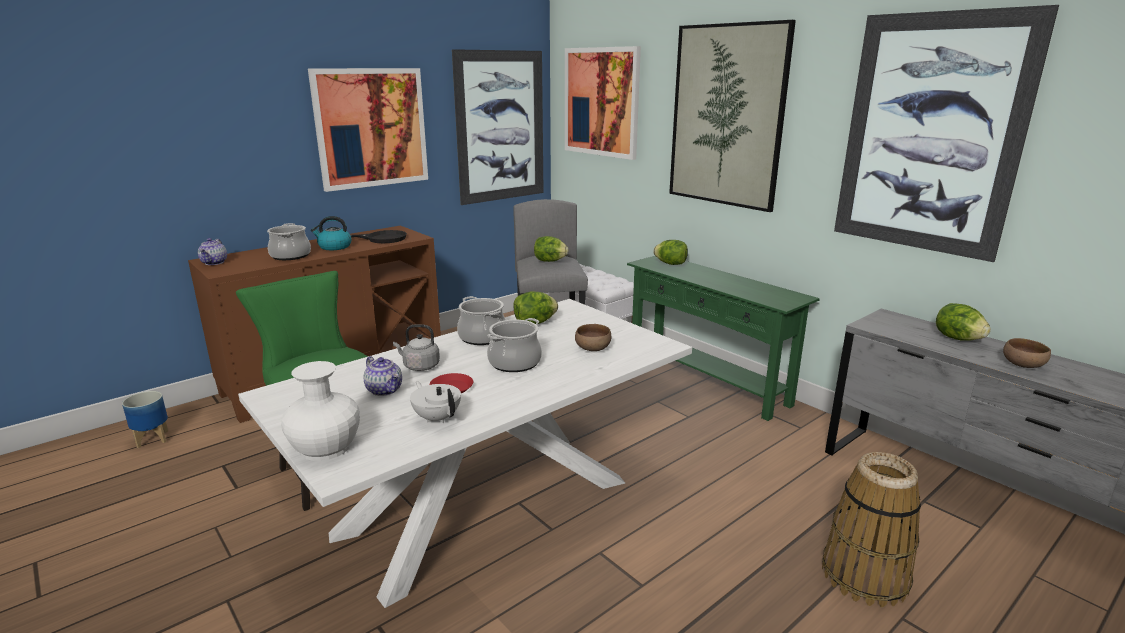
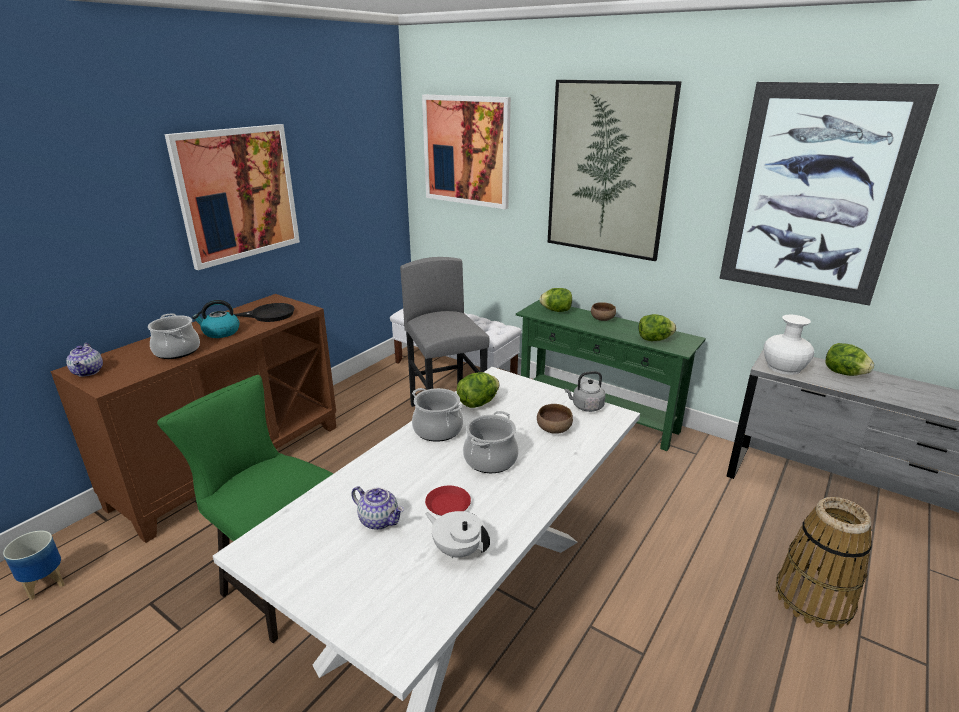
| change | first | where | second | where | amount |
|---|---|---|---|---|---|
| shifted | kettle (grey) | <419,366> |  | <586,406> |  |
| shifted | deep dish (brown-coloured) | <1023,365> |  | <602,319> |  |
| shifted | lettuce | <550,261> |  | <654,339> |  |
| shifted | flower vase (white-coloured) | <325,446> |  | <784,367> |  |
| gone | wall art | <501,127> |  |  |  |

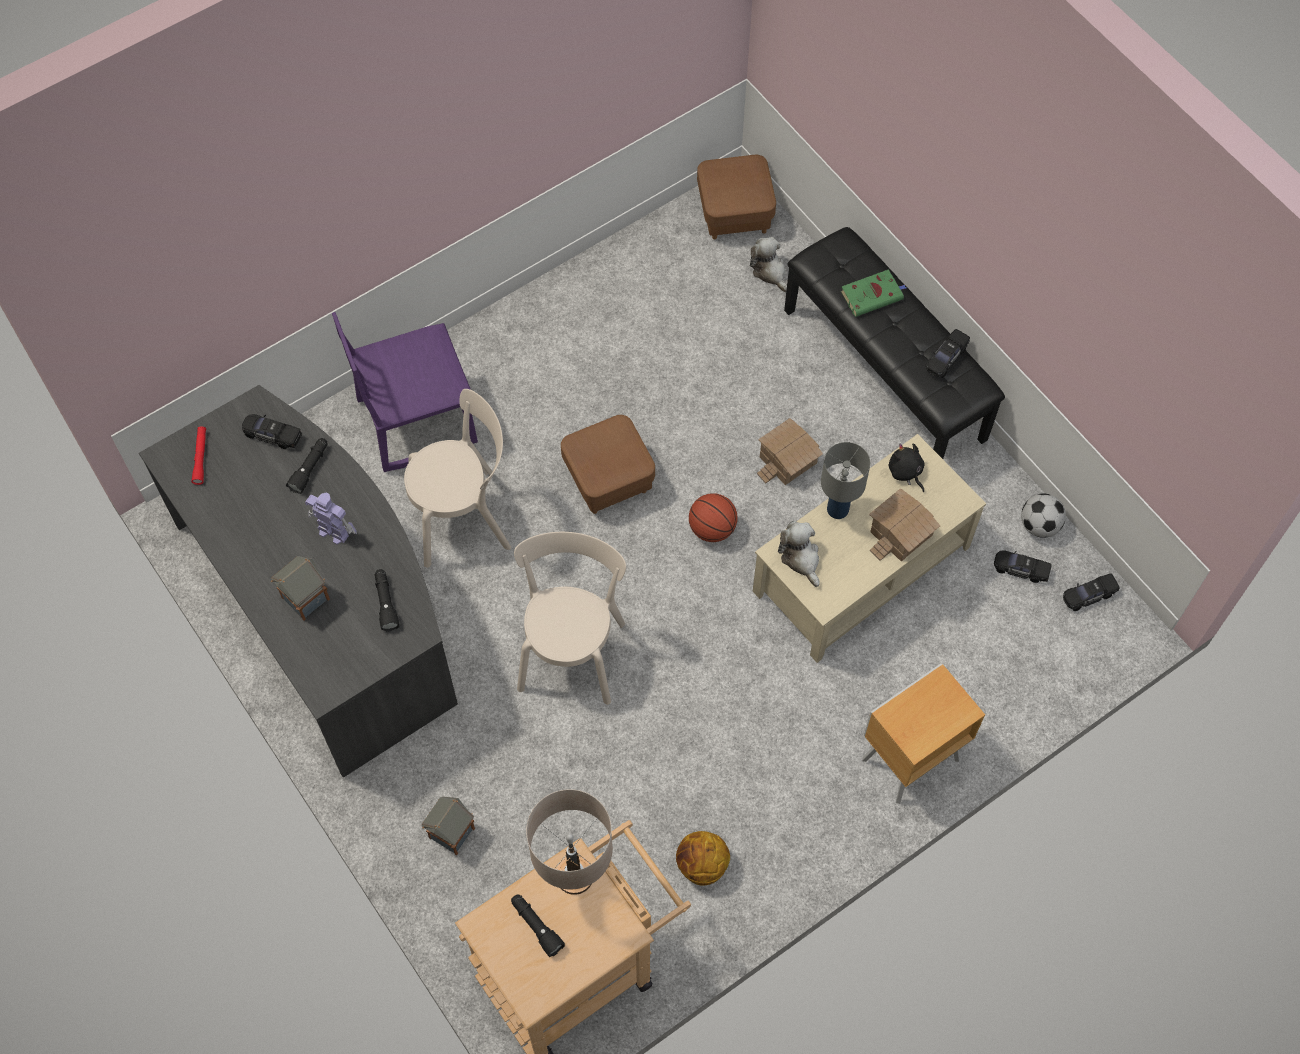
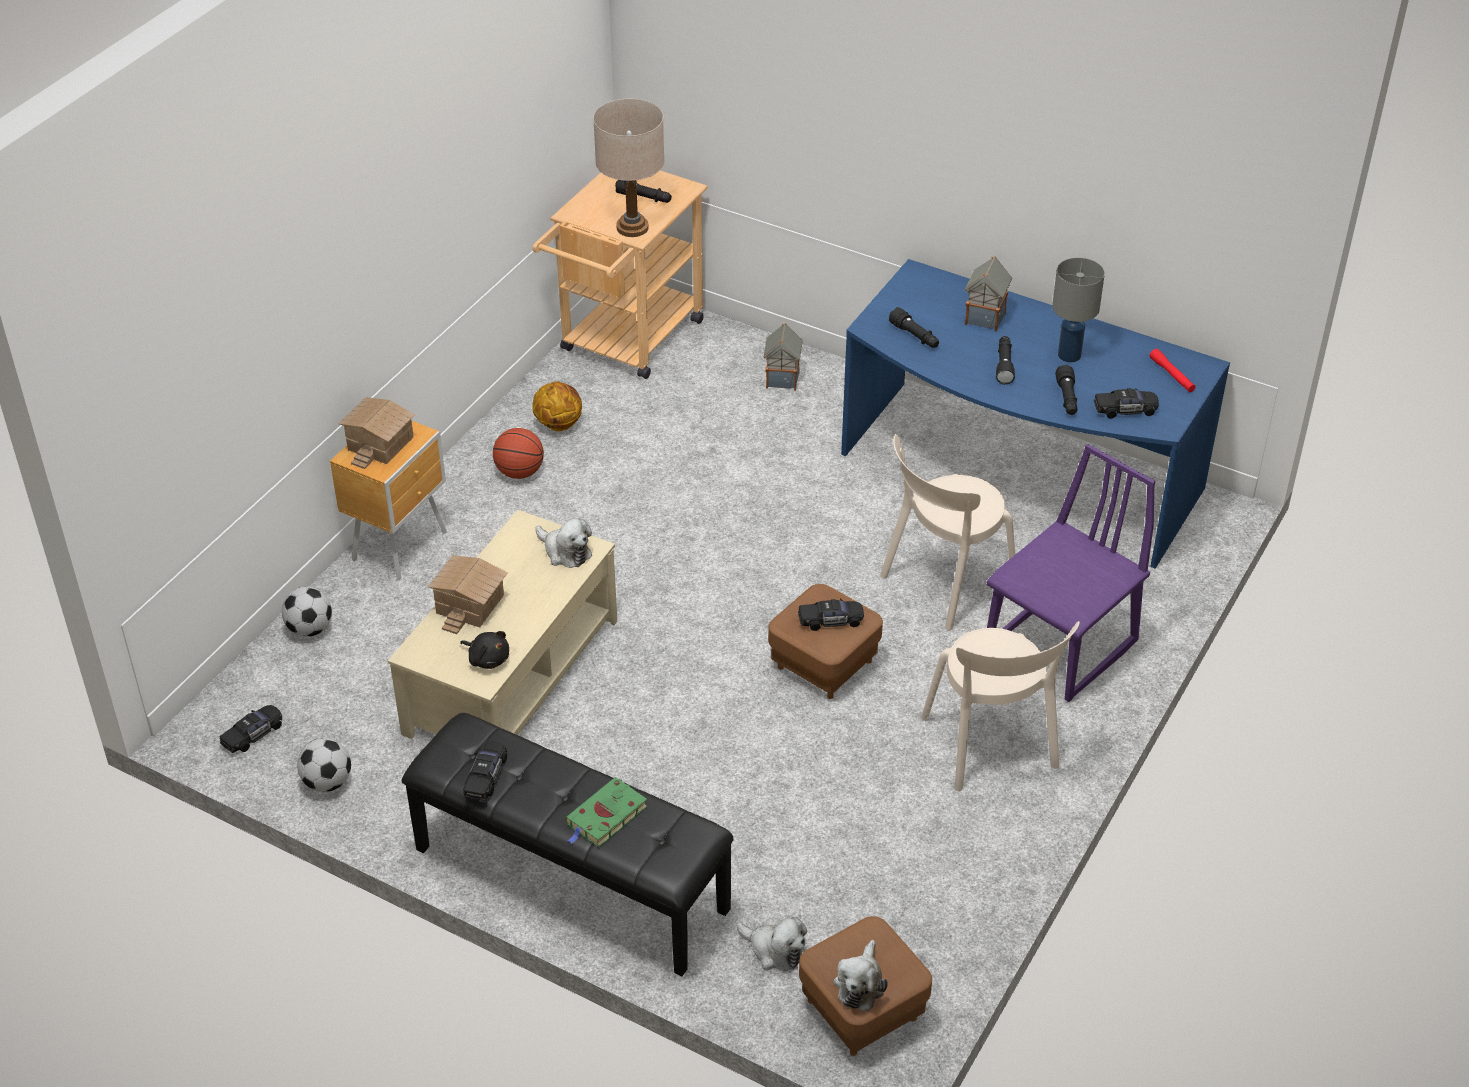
| change | first | where | second | where | amount |
|---|---|---|---|---|---|
| new |  |  | football | <309,629> |  |
| shifted | toy house | <787,459> |  | <382,444> |  |
| shifted | basketball ball | <712,528> |  | <519,472> |  |
| shifted | miniature car (blackish) | <1020,569> |  | <831,621> |  |
| new |  |  | soft toy | <860,984> |  |
| repainted | desk table (grey) | <323,608> | desk table (blue) | <1017,477> |  |
| shifted | plain chair (beige-coloured) | <572,650> |  | <991,747> |  |
| swapped | robot figure | <333,531> | hand torch (blackish) | <1004,365> |  |
| shifted | lamp for a table (grey) | <837,509> |  | <1069,355> |  |

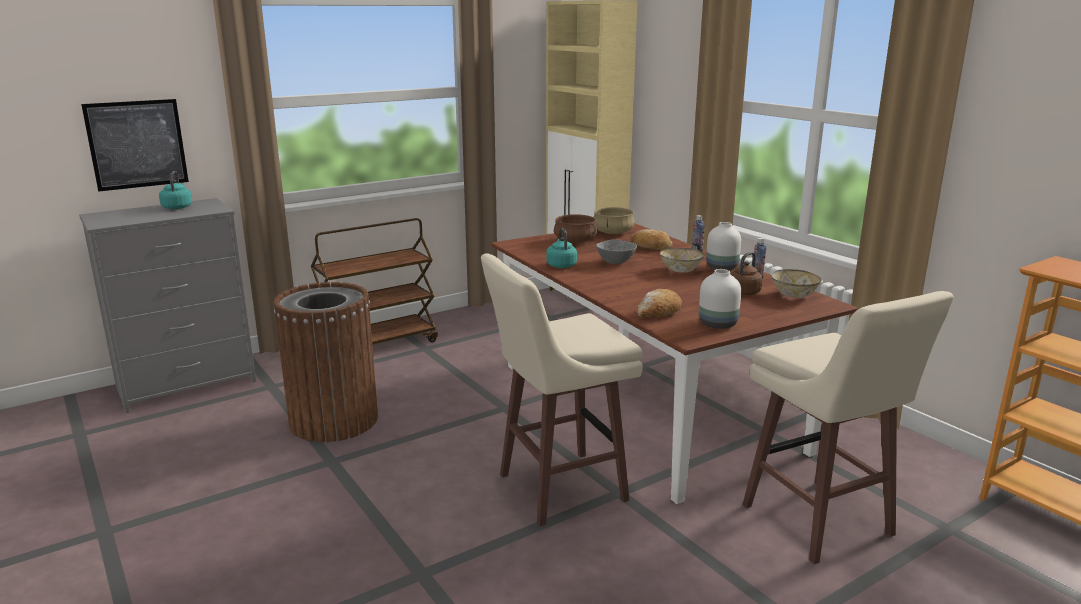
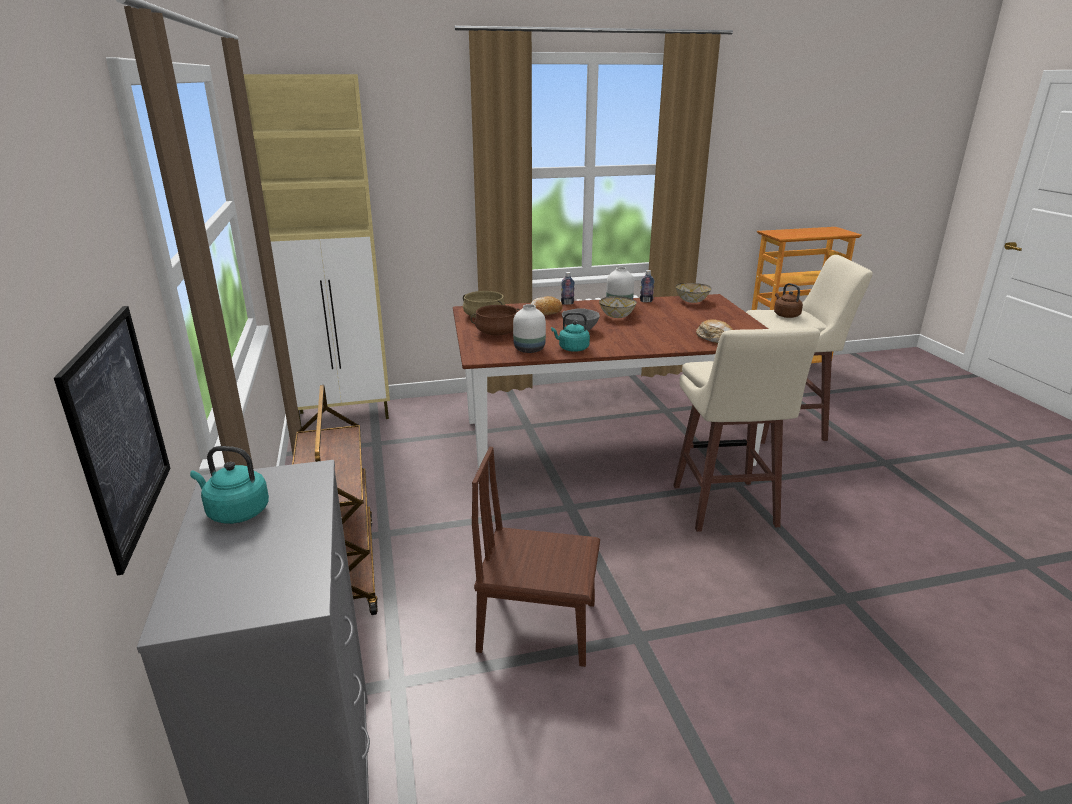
| change | first | where | second | where | amount |
|---|---|---|---|---|---|
| swapped | rubbish bin (brown-coloured) | <334,420> | plain chair (brown-coloured) | <538,627> |  |
| shifted | flower vase (white-coloured) | <716,324> |  | <528,349> |  |
| shifted | kettle (brown-coloured) | <744,292> |  | <785,315> |  |

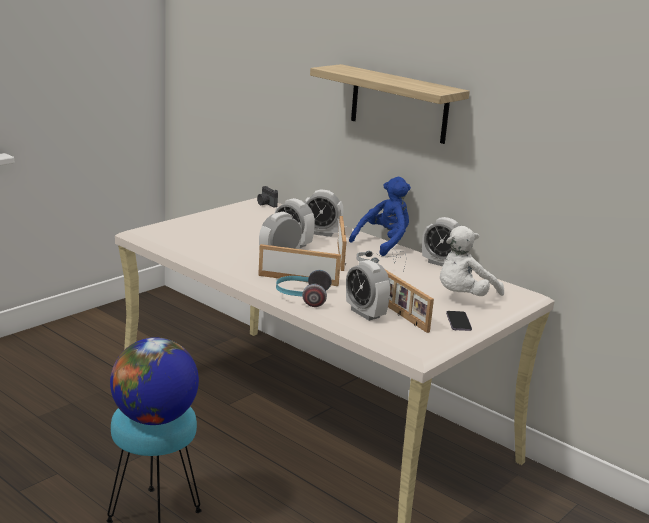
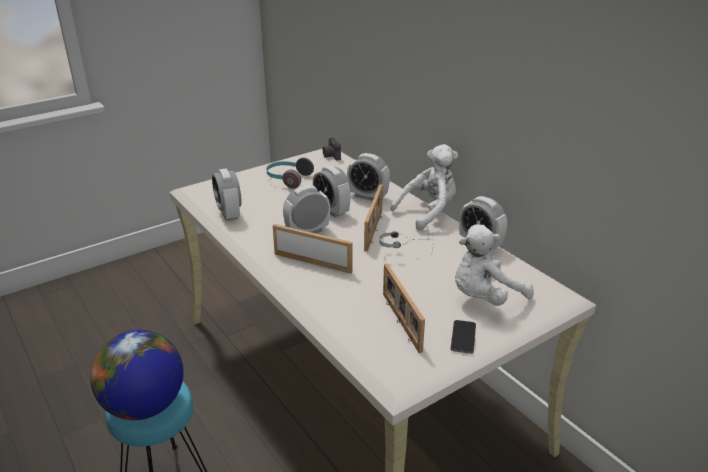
| change | first | where | second | where | amount |
|---|---|---|---|---|---|
| shifted | alarm clock | <365,313> |  | <229,214> |  |
| shifted | headphones | <301,297> |  | <288,179> |  |
| repainted | soft toy (blue) | <384,243> | soft toy (white-coloured) | <428,212> |  |
| gone | shelf | <399,104> |  |  |  |

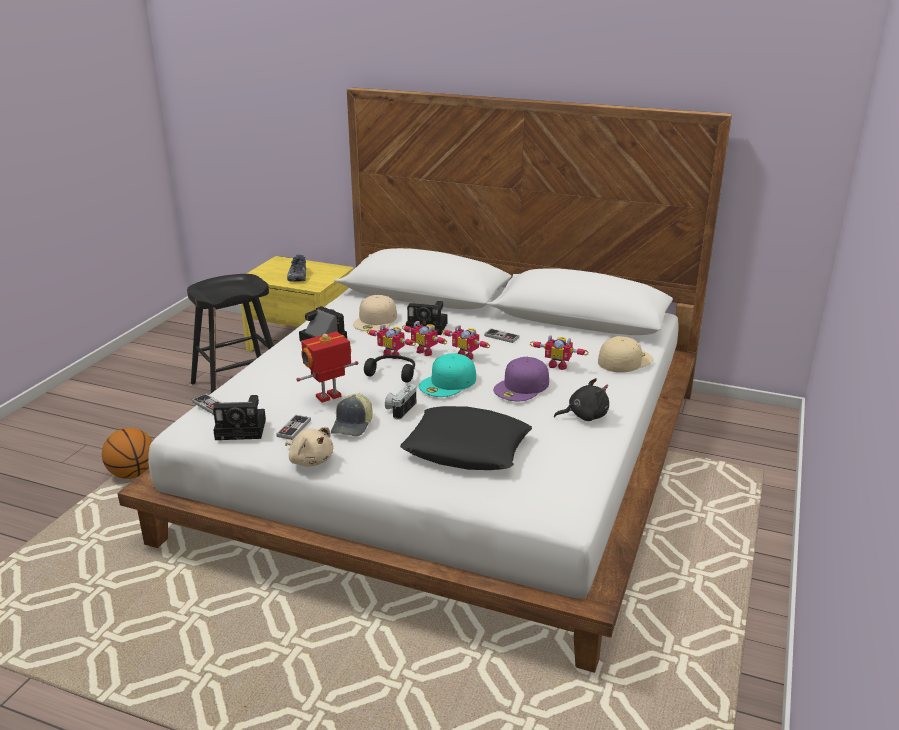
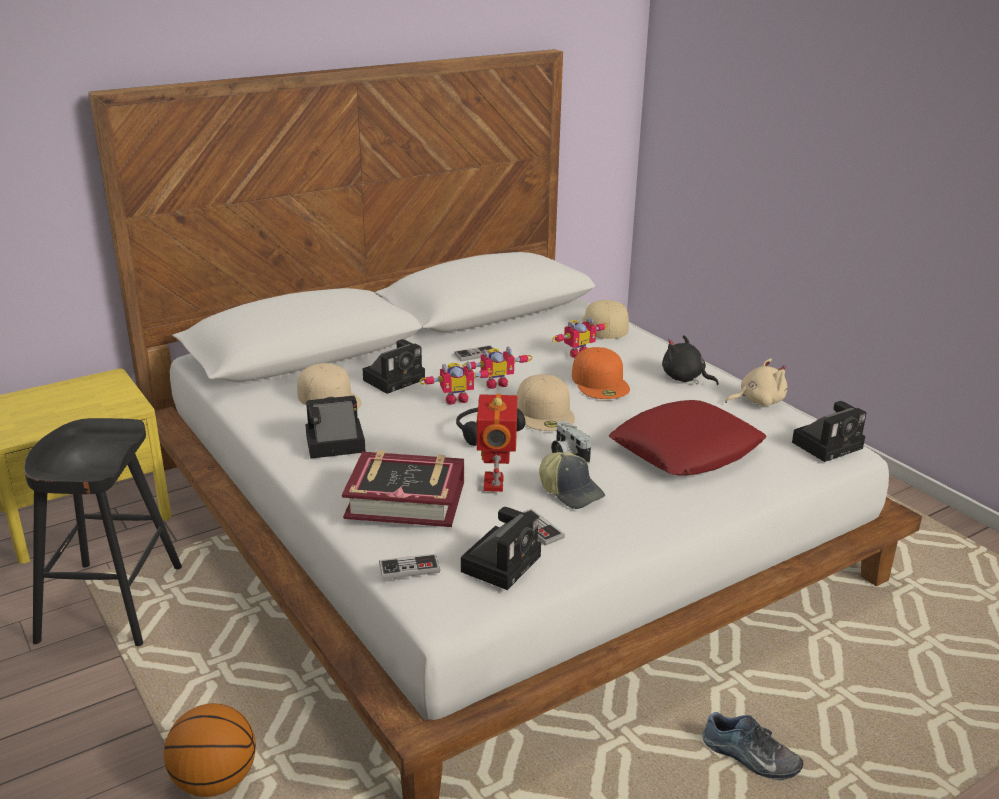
| change | first | where | second | where | amount |
|---|---|---|---|---|---|
| new |  |  | volume | <406,499> |  |
| repainted | baseball cap (turquoise) | <448,383> | baseball cap (beige-coloured) | <545,412> |  |
| repainted | baseball cap (purplish) | <522,387> | baseball cap (orange-coloured) | <600,382> |  |
| repainted | throw pillow (blackish) | <467,448> | throw pillow (red) | <686,449> |  |
| rotated | soft toy (blackish) | <584,416> |  | <685,378> | 75 degrees counterclockwise |
| shifted | item of footwear | <297,275> |  | <749,758> |  |
| shifted | soft toy (beige-coloured) | <310,460> |  | <758,401> |  |
| new |  |  | photo camera | <828,444> |  |
| gone | robot figure | <393,354> |  |  |  |

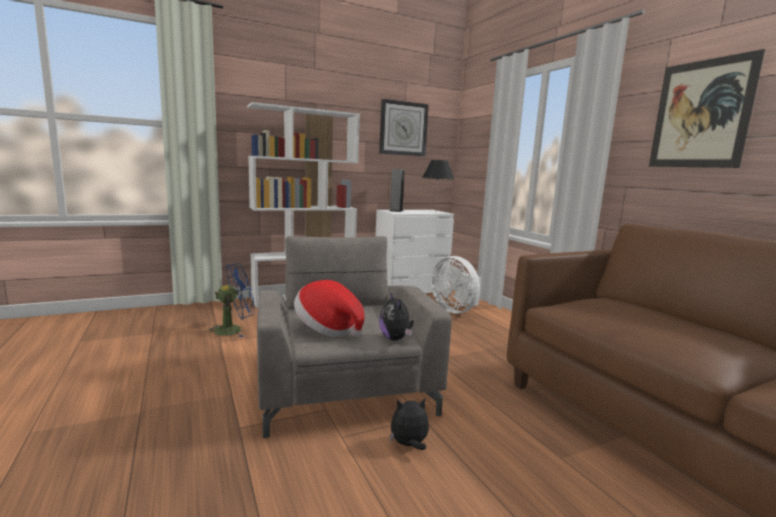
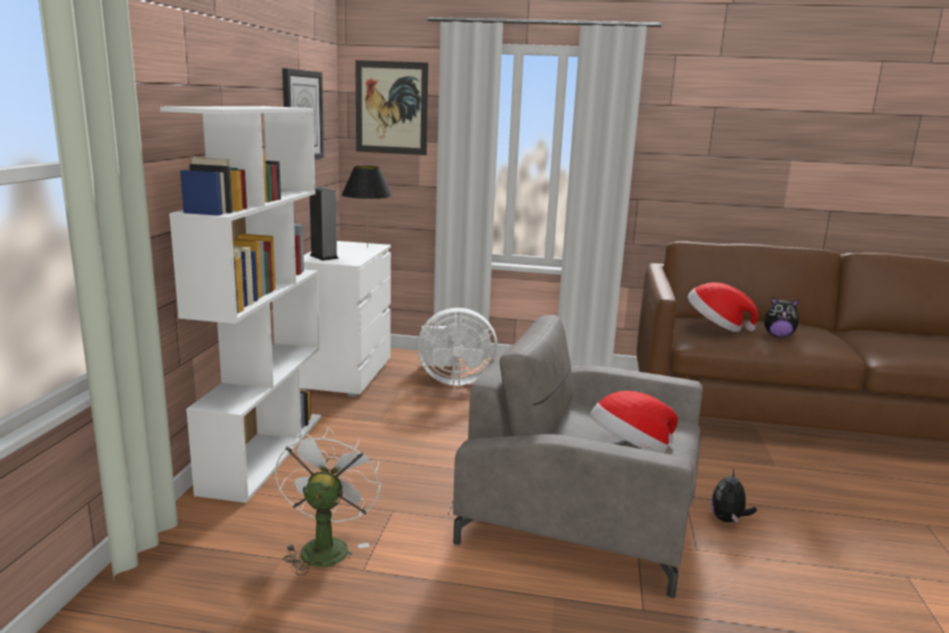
| change | first | where | second | where | amount |
|---|---|---|---|---|---|
| repainted | cooling fan (blue) | <234,329> | cooling fan (white-coloured) | <325,546> |  |
| shifted | wall art | <700,114> |  | <391,108> |  |
| new |  |  | wearable hat | <716,326> |  |
| shifted | soft toy | <395,339> |  | <778,336> |  |

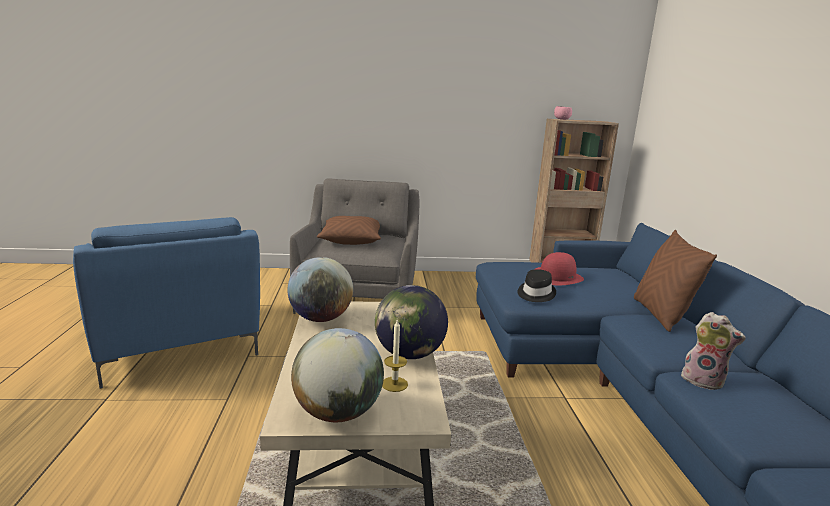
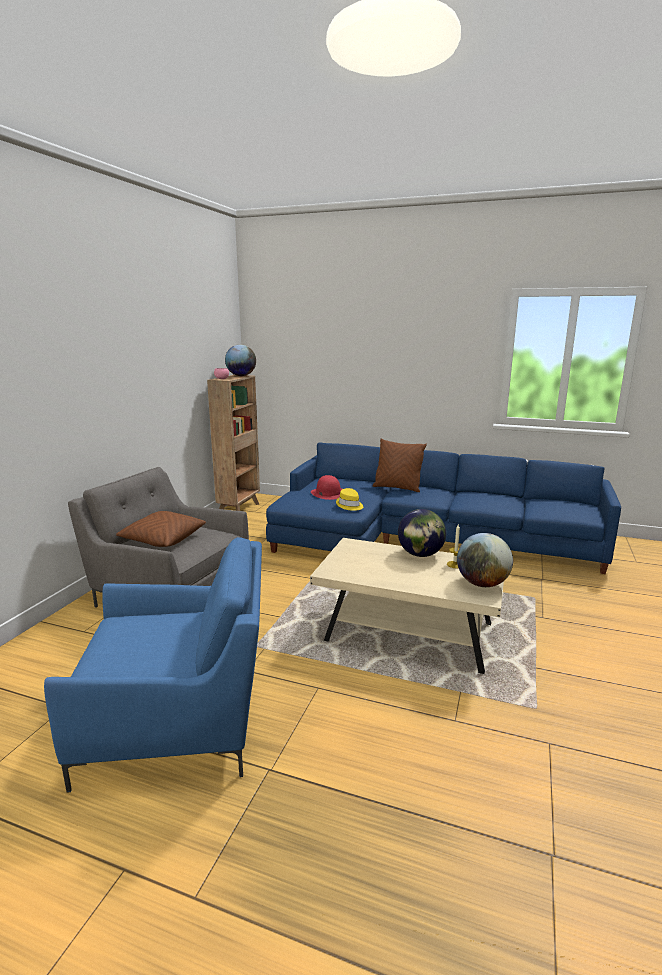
| change | first | where | second | where | amount |
|---|---|---|---|---|---|
| shifted | globe | <321,318> |  | <241,376> |  |
| repainted | wearable hat (blackish) | <535,294> | wearable hat (yellow) | <349,505> |  |
| gone | soft toy | <703,381> |  |  |  |

